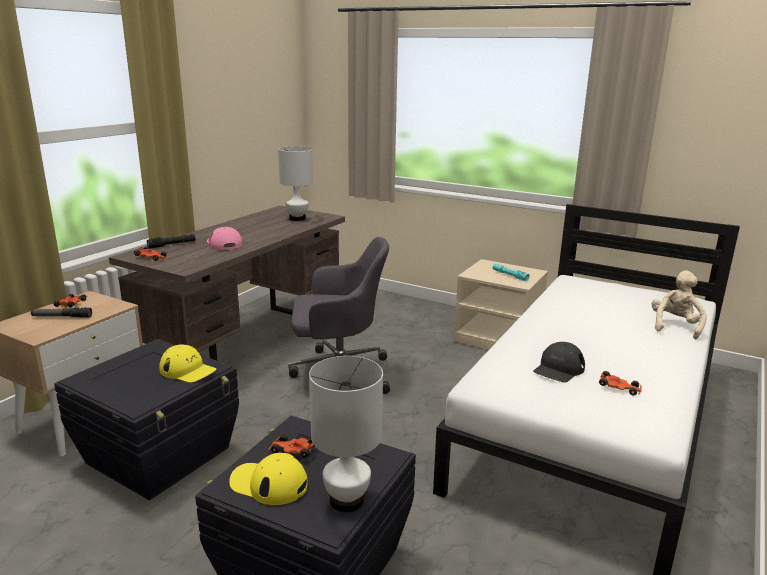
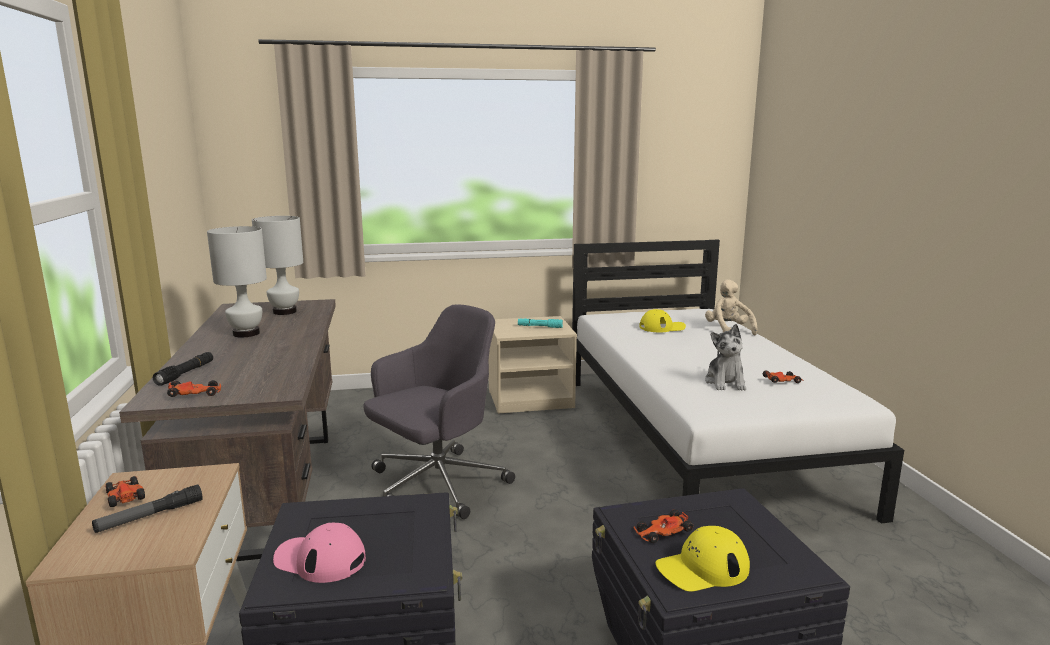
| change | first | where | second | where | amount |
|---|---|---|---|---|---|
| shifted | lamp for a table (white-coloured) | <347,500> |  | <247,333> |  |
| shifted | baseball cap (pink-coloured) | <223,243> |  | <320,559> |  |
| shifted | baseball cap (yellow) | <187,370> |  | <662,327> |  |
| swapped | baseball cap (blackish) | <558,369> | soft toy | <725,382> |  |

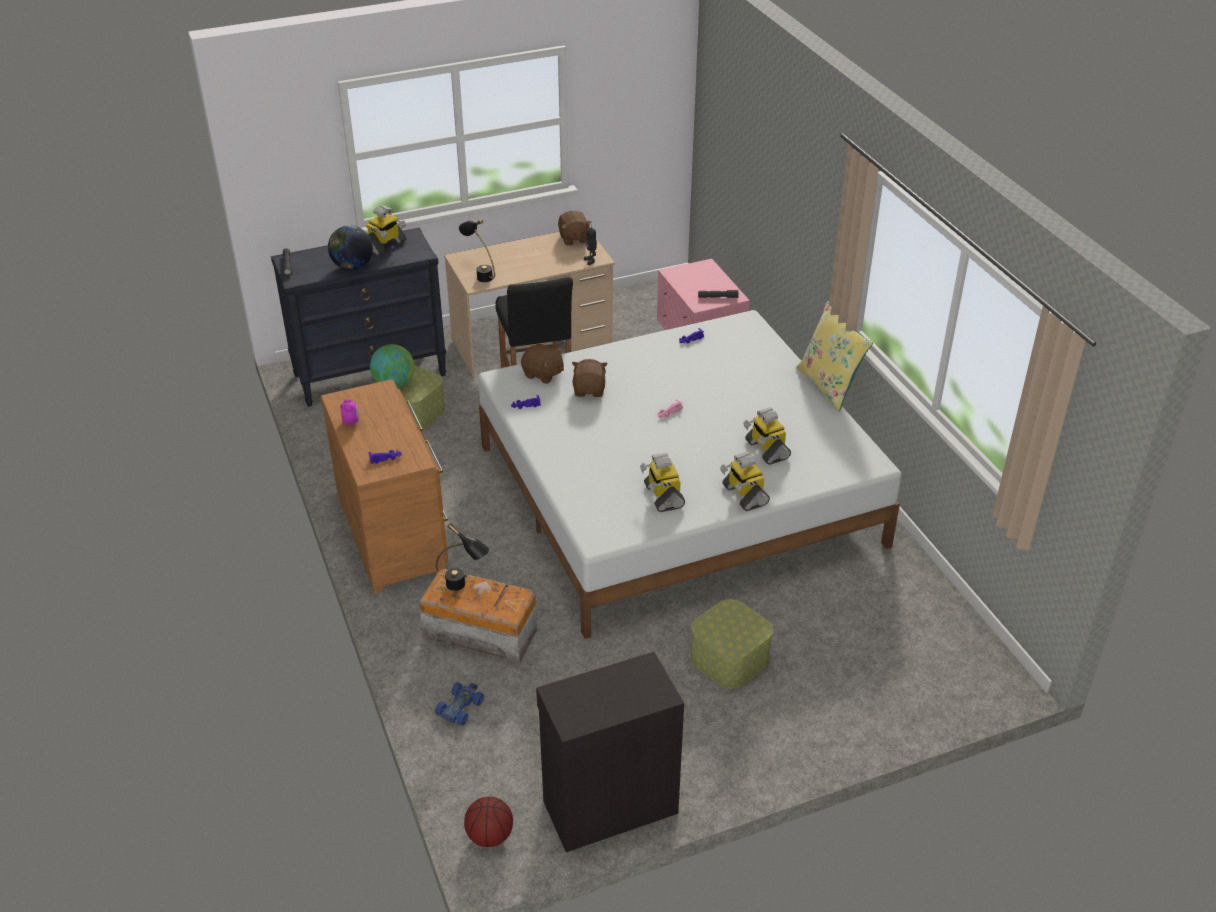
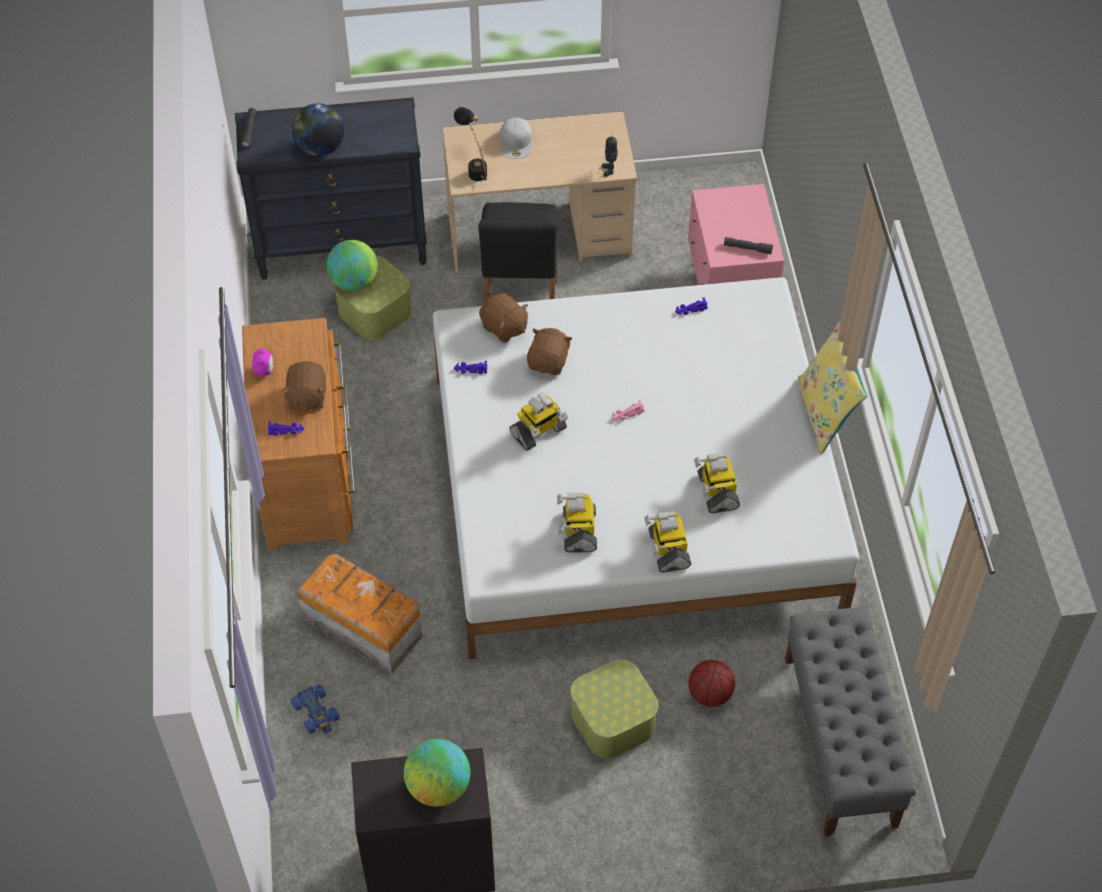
| change | first | where | second | where | amount |
|---|---|---|---|---|---|
| shifted | soft toy (brown-coloured) | <573,239> |  | <307,397> |  |
| rotated | miniature car (blue) | <460,707> |  | <316,712> | 105 degrees clockwise |
| new |  |  | globe | <438,787> |  |
| new |  |  | baseball cap (white-coloured) | <516,142> |  |
| shifted | robot figure | <385,246> |  | <538,432> |  |
| shifted | basketball ball | <489,835> |  | <709,693> |  |
| new |  |  | indoor bench (grey) | <840,741> |  |
| gone | lamp for a table (blackish) | <464,586> |  |  |  |

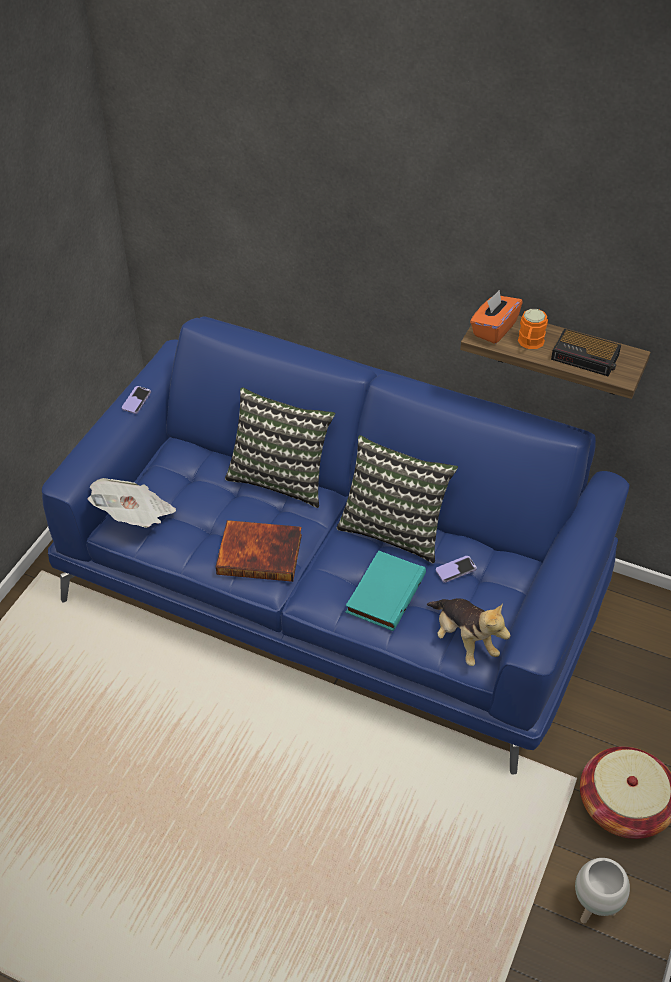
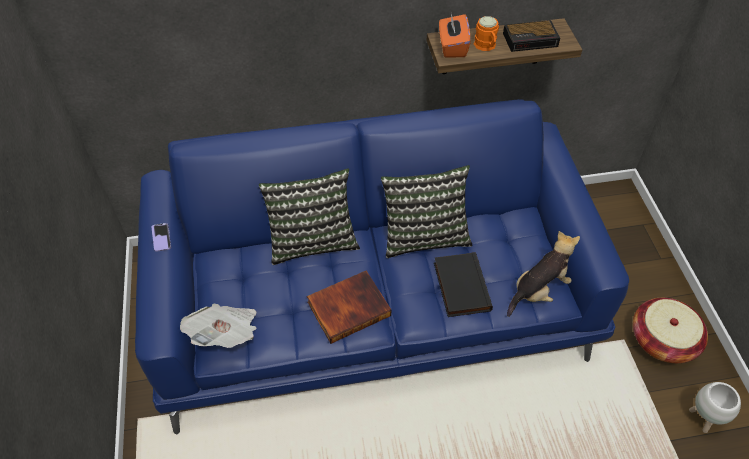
| change | first | where | second | where | amount |
|---|---|---|---|---|---|
| repainted | volume (turquoise) | <384,592> | volume (blackish) | <460,286> |  |
| rotated | soft toy | <463,640> |  | <538,290> | 60 degrees counterclockwise |
| gone | phone | <456,570> |  |  |  |

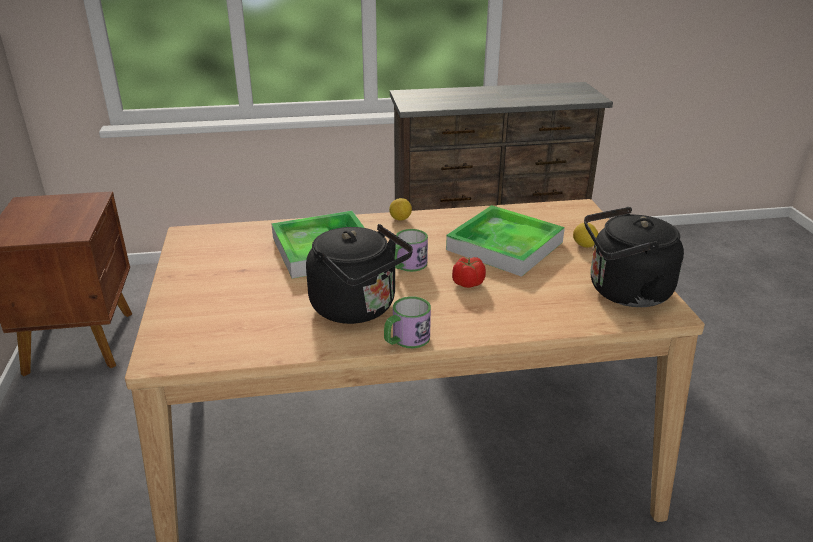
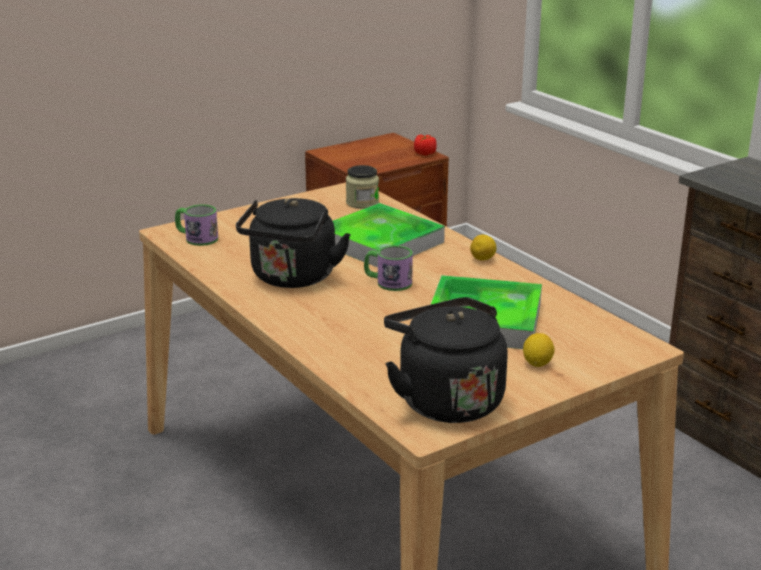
| change | first | where | second | where | amount |
|---|---|---|---|---|---|
| shifted | mug | <406,340> |  | <196,238> |  |
| new |  |  | storage jar | <362,203> |  |
| shifted | fresh tomato | <467,283> |  | <424,153> |  |

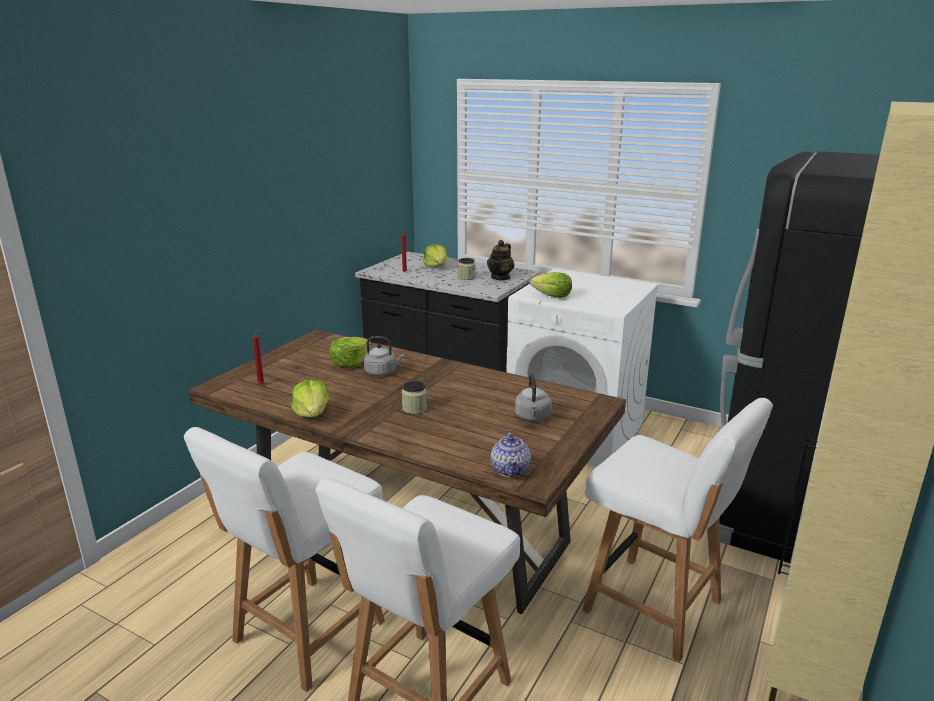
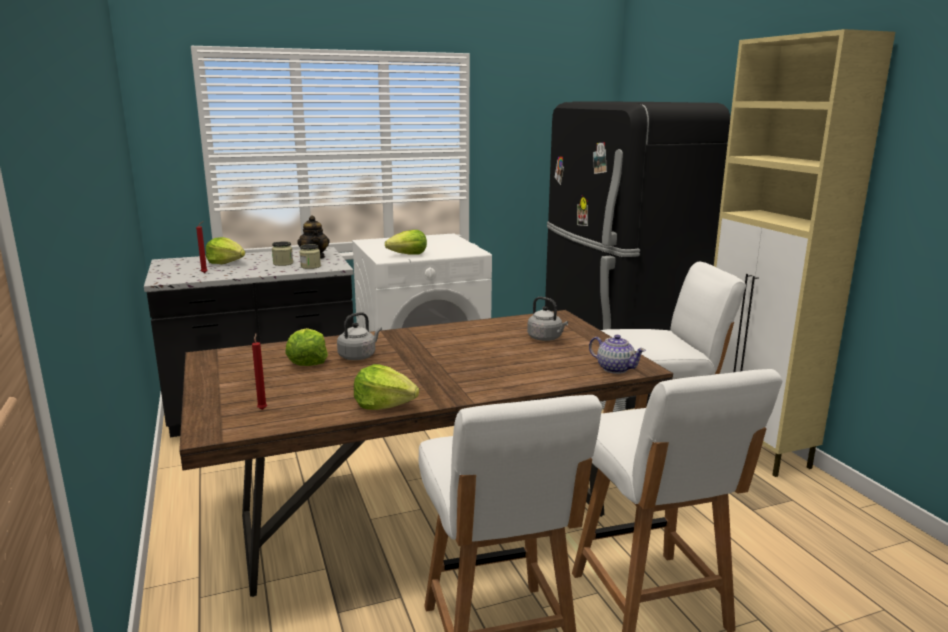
| change | first | where | second | where | amount |
|---|---|---|---|---|---|
| shifted | storage jar | <414,408> |  | <310,266> |  |

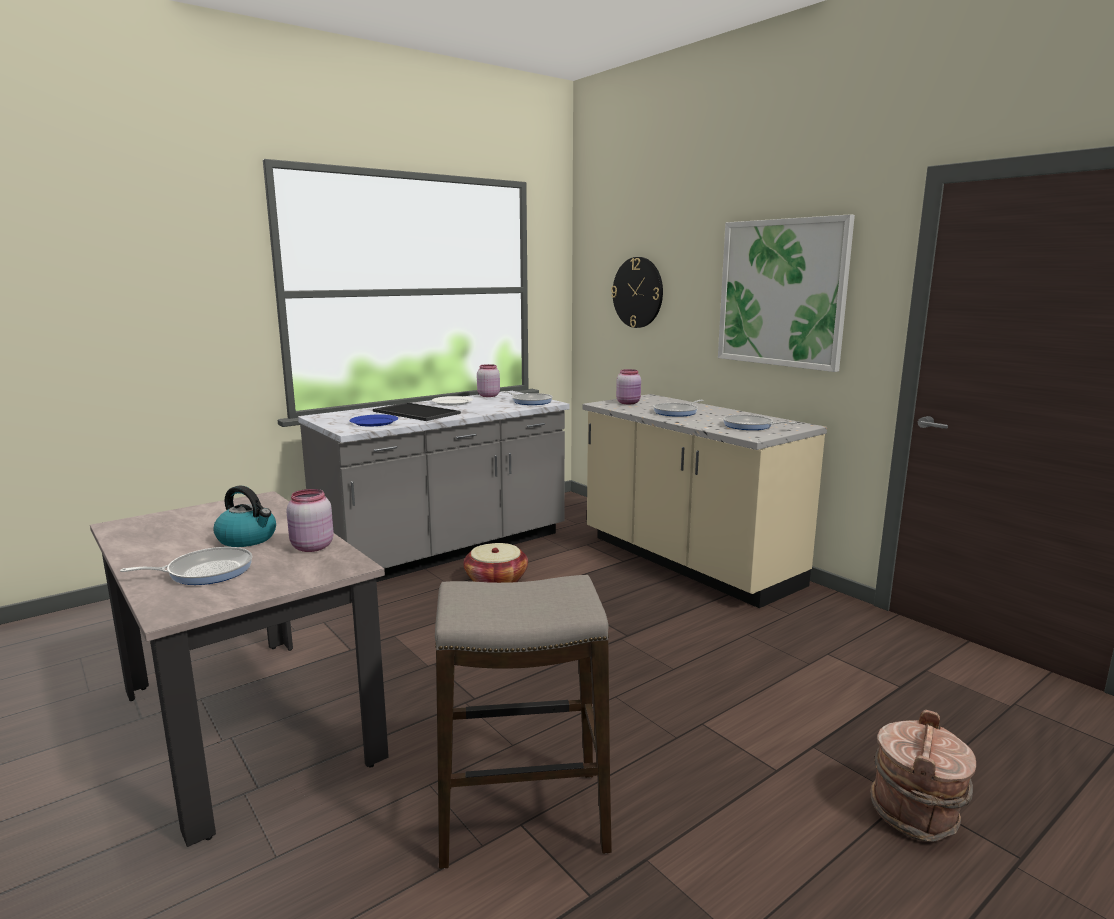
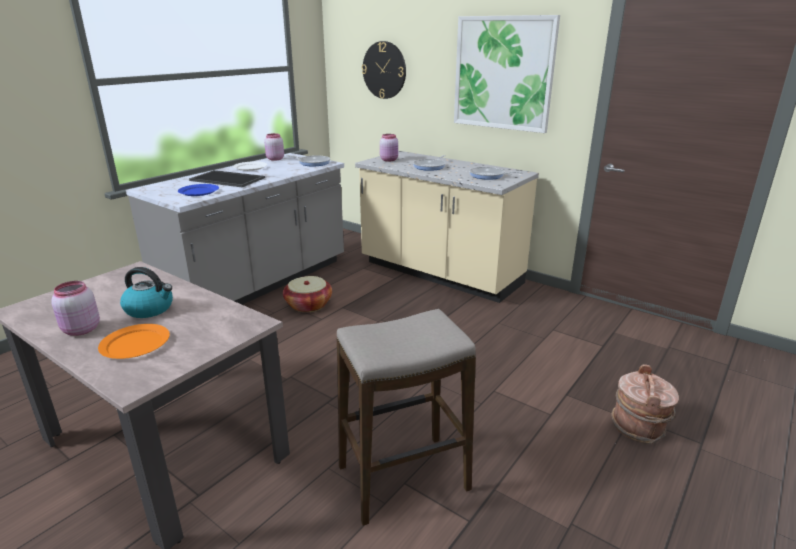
| change | first | where | second | where | amount |
|---|---|---|---|---|---|
| shifted | storage jar (pink-coloured) | <311,547> |  | <80,330> |  |
| swapped | frying pan | <205,571> | dinner plate (orange-coloured) | <135,344> |  |

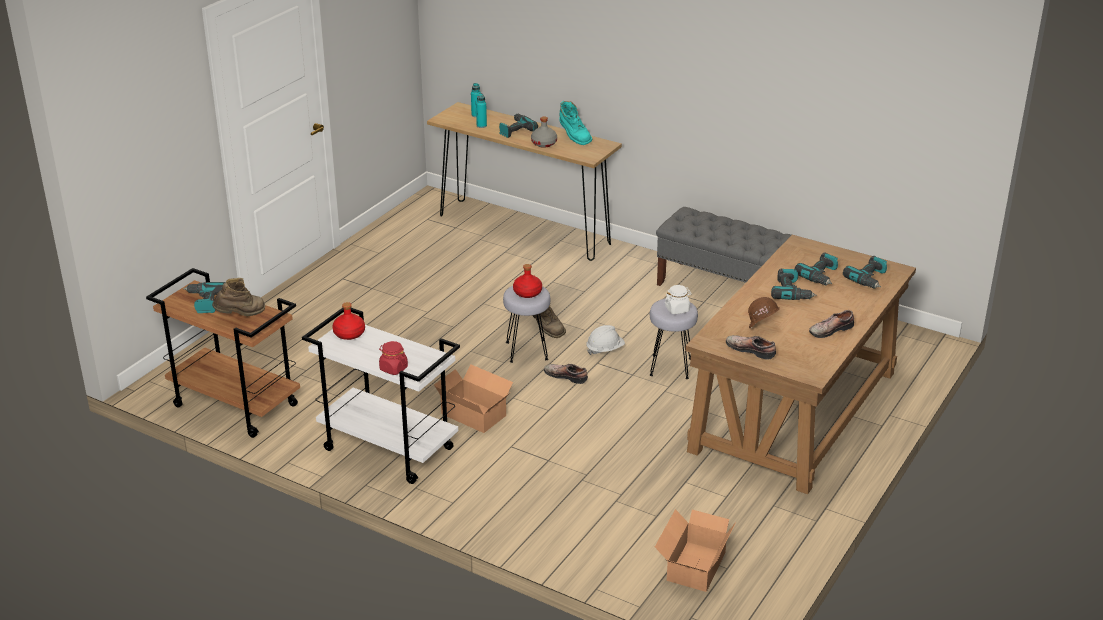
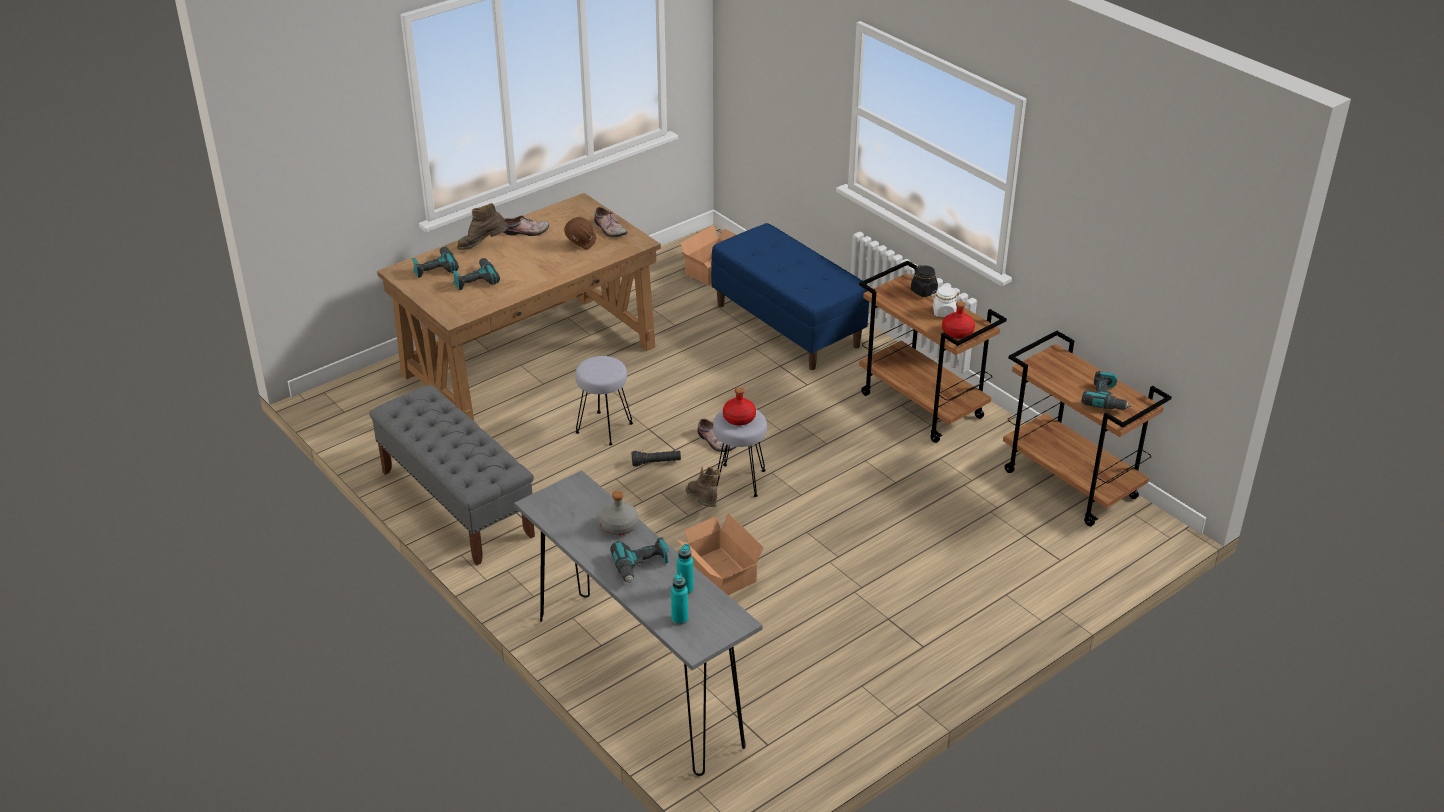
| change | first | where | second | where | amount |
|---|---|---|---|---|---|
| shifted | boot (brown-coloured) | <241,316> |  | <482,246> |  |
| repainted | console table (brown-coloured) | <524,229> | console table (grey) | <638,681> |  |
| swapped | hard hat (white-coloured) | <605,349> | hand torch (blackish) | <656,463> |  |
| shifted | carton | <474,413> |  | <720,574> |  |
| new |  |  | indoor bench (blue) | <788,325> |  |
| repainted | cart (white-coloured) | <387,449> | cart (brown-coloured) | <923,406> |  |
| repainted | storage jar (red) | <393,368> | storage jar (blackish) | <924,291> |  |
| shifted | storage jar (white-coloured) | <677,309> |  | <944,312> |  |
| gone | boot (turquoise) | <573,138> |  |  |  |
| gone | power drill | <791,292> |  |  |  |

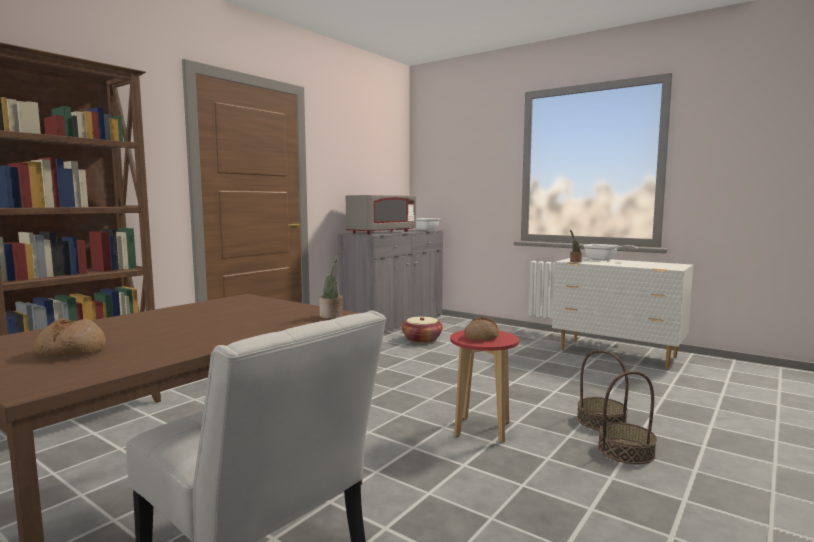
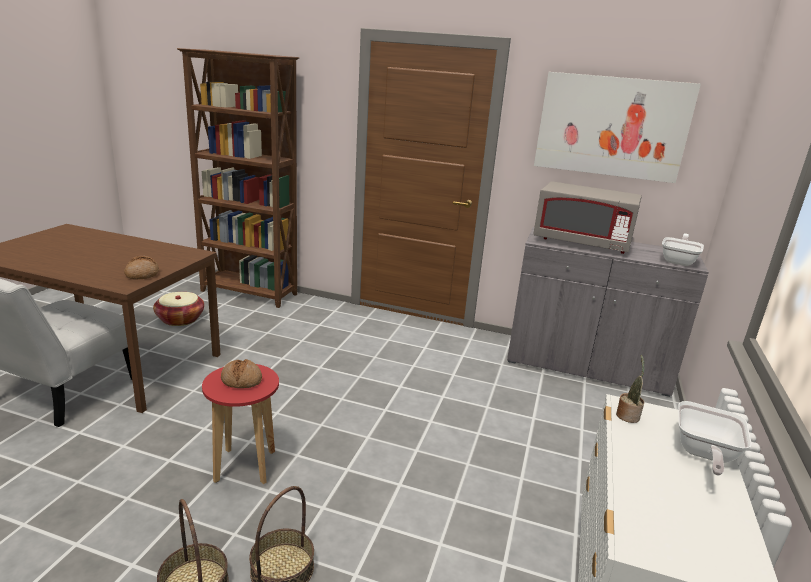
| change | first | where | second | where | amount |
|---|---|---|---|---|---|
| shifted | bakery bread | <71,351> |  | <142,274> |  |
| shifted | basket | <422,339> |  | <180,319> |  |
| new |  |  | wall art | <611,126> |  |
| gone | plant in a pot | <332,316> |  |  |  |

